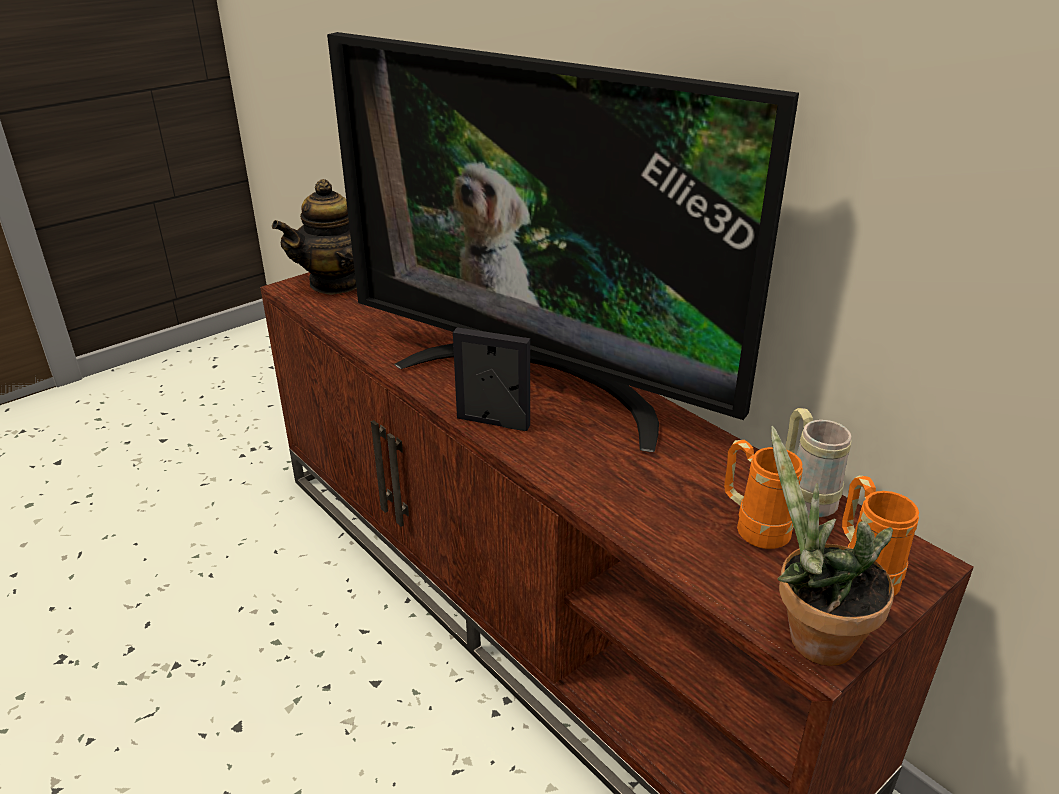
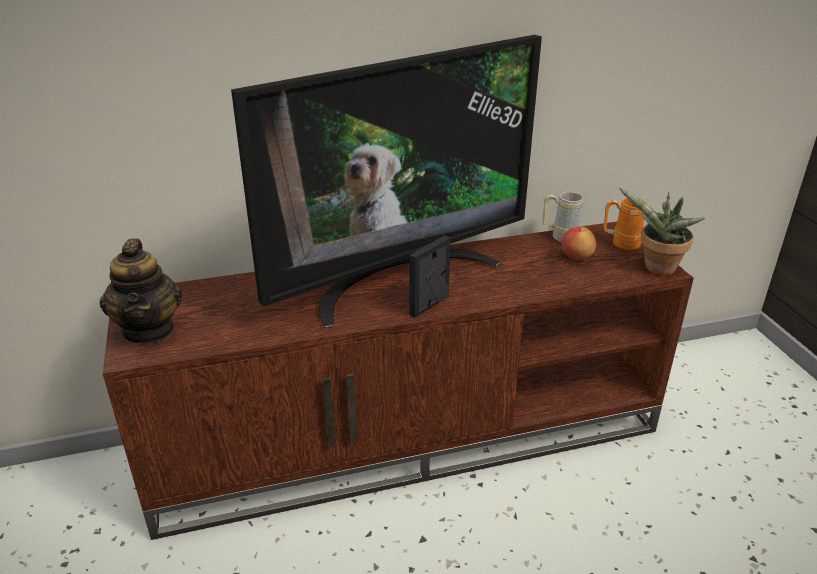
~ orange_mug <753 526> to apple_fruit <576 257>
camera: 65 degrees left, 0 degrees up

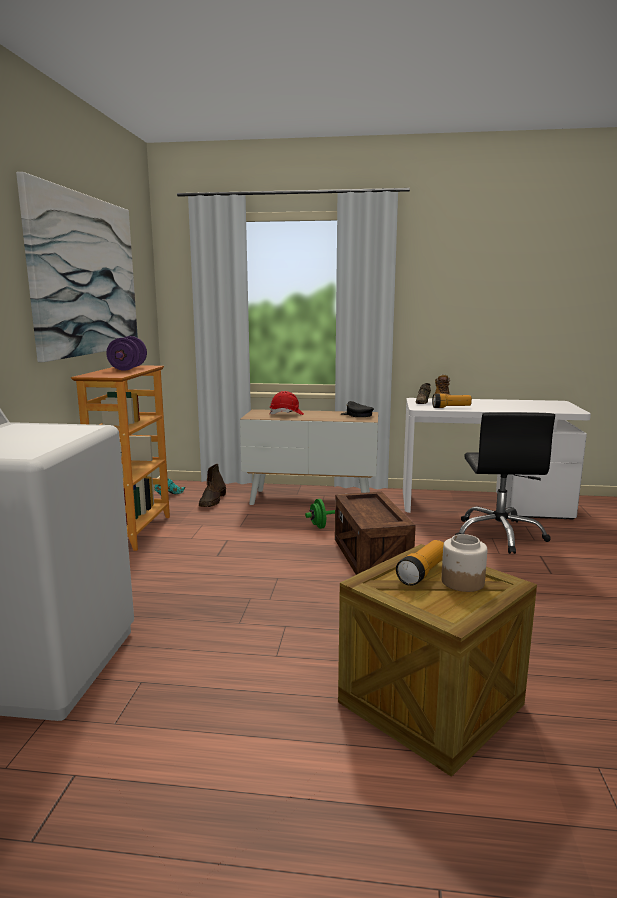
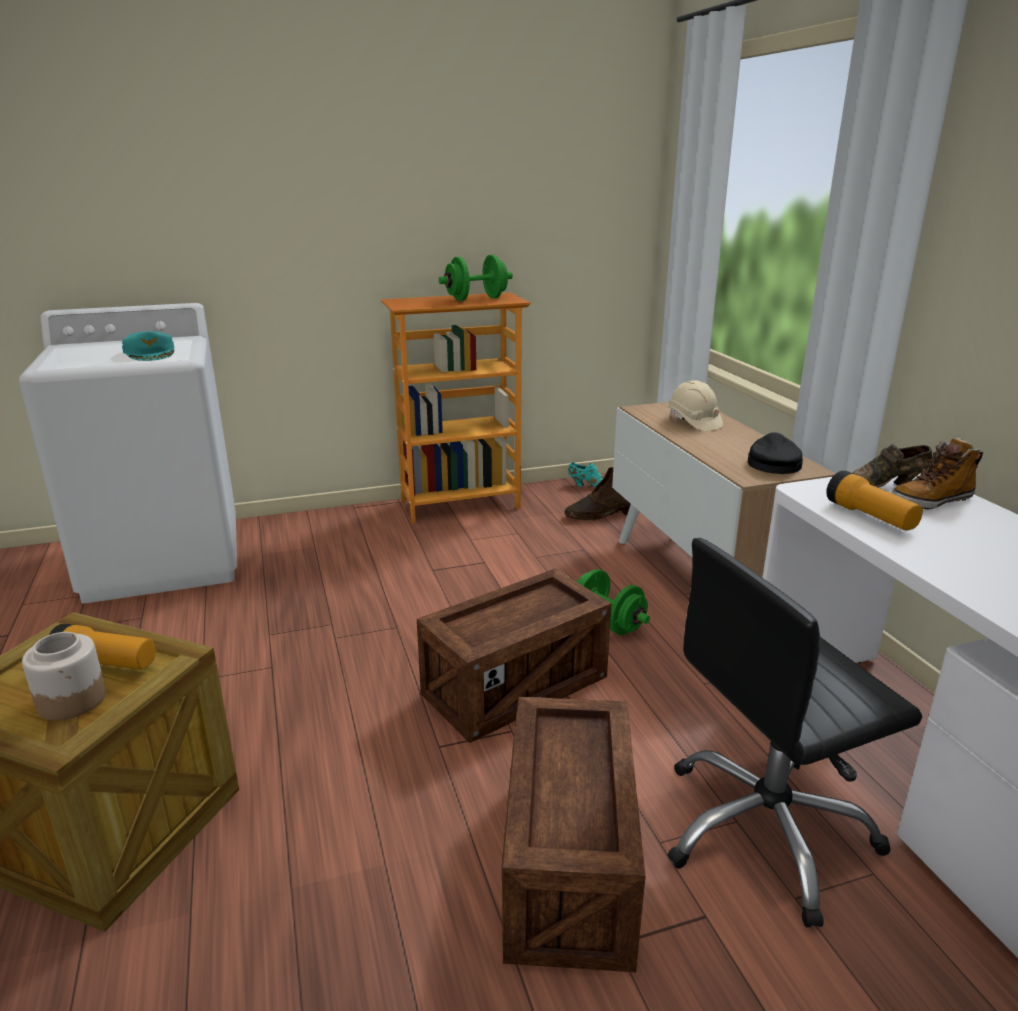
- wall_art <86 275>
+ turquoise_baseball_cap <150 353>
+ packing_crate <569 865>
~ purple-coloured_hand_weight <128 368> to greenish_hand_weight <476 299>
~ red-coloured_work_helmet <286 414> to beige-coloured_work_helmet <693 422>
camera: 65 degrees right, 10 degrees up

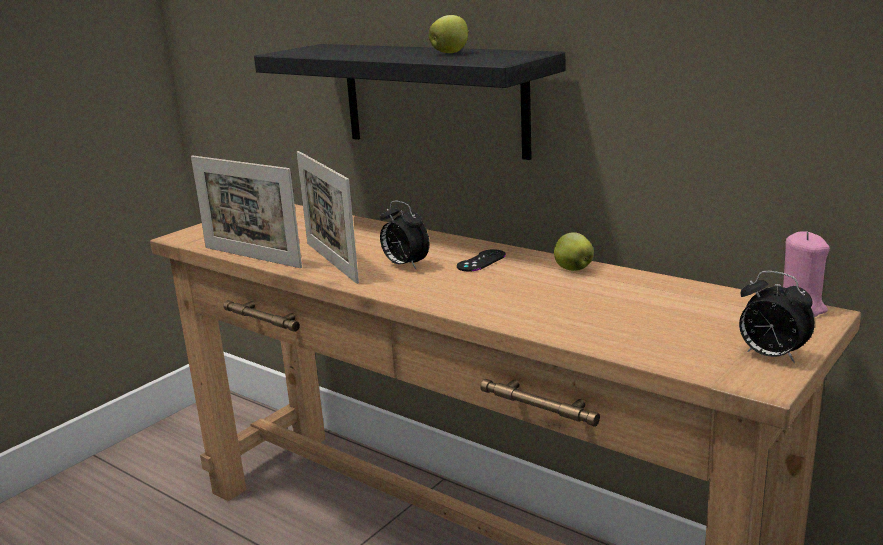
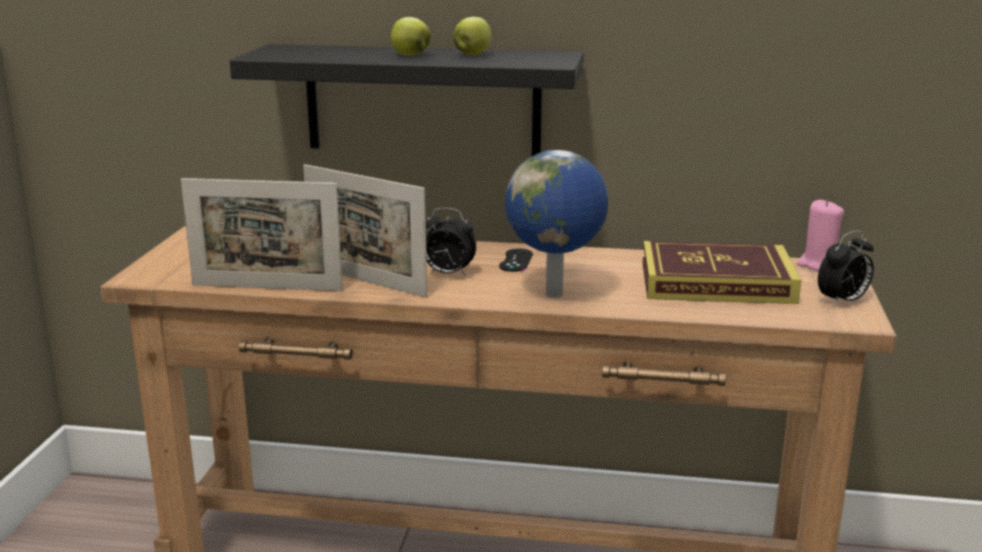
+ desk_globe <556 295>
+ book <716 282>
~ apple_fruit <573 269> to <409 55>
~ bedside_clock <770 356> = <842 302> 45 degrees counterclockwise
camera: 30 degrees left, 0 degrees up

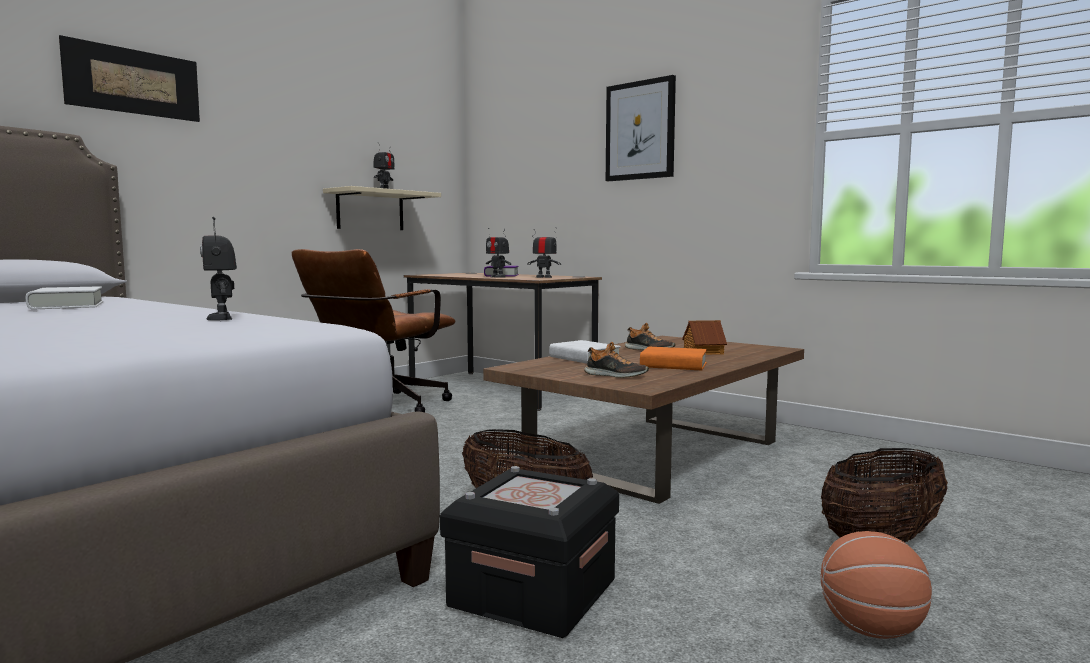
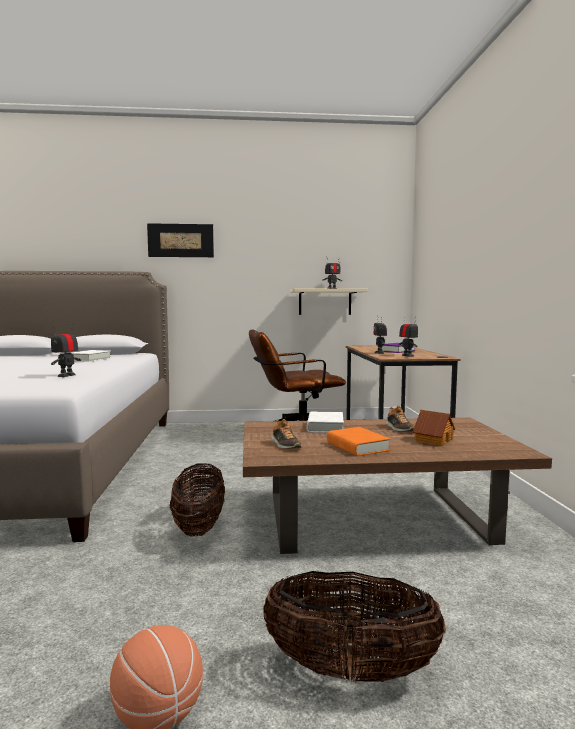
- black-coloured_storage_bin <533 593>
- wall_art <640 130>
camera: 45 degrees right, 0 degrees up

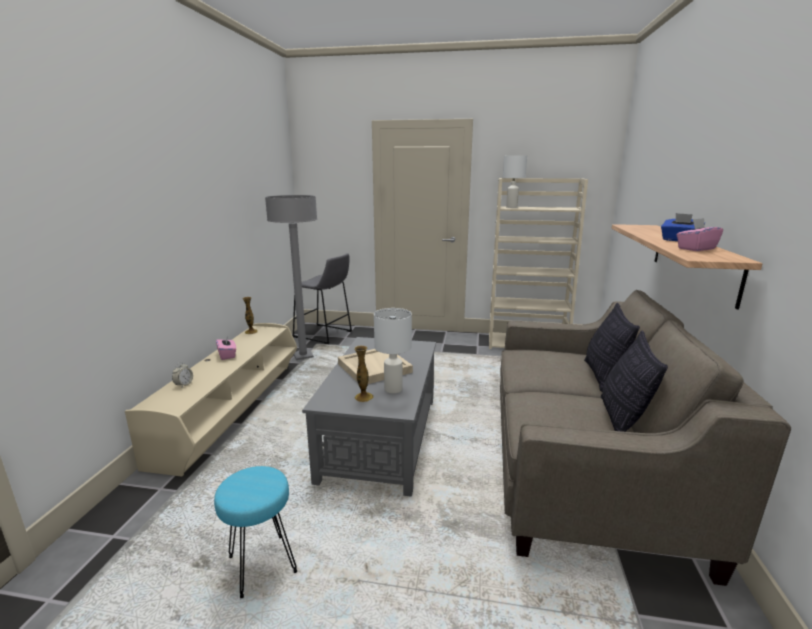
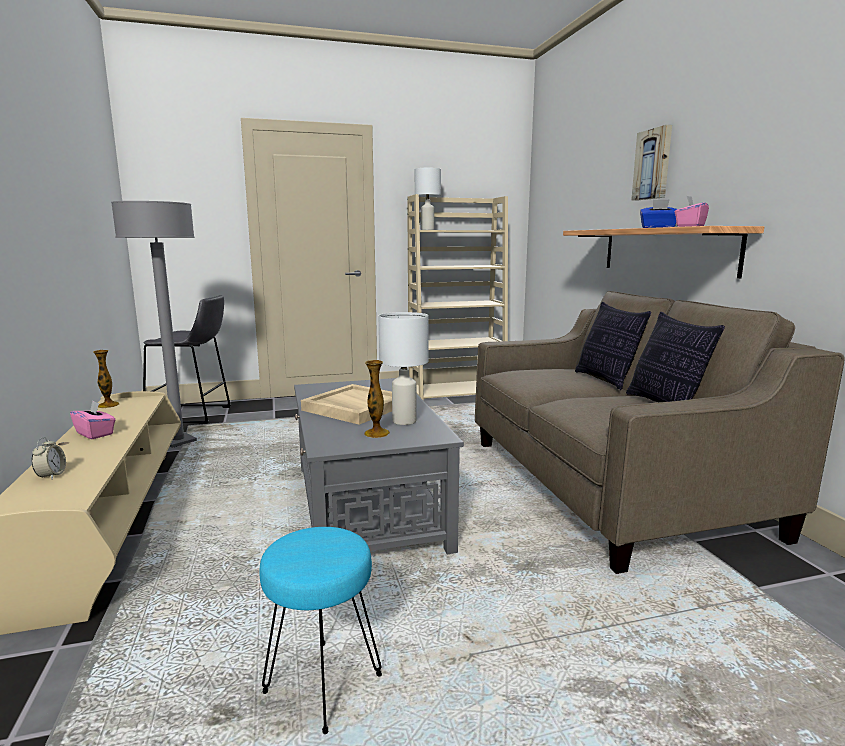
+ wall_art <653 164>
camera: 25 degrees left, 5 degrees down

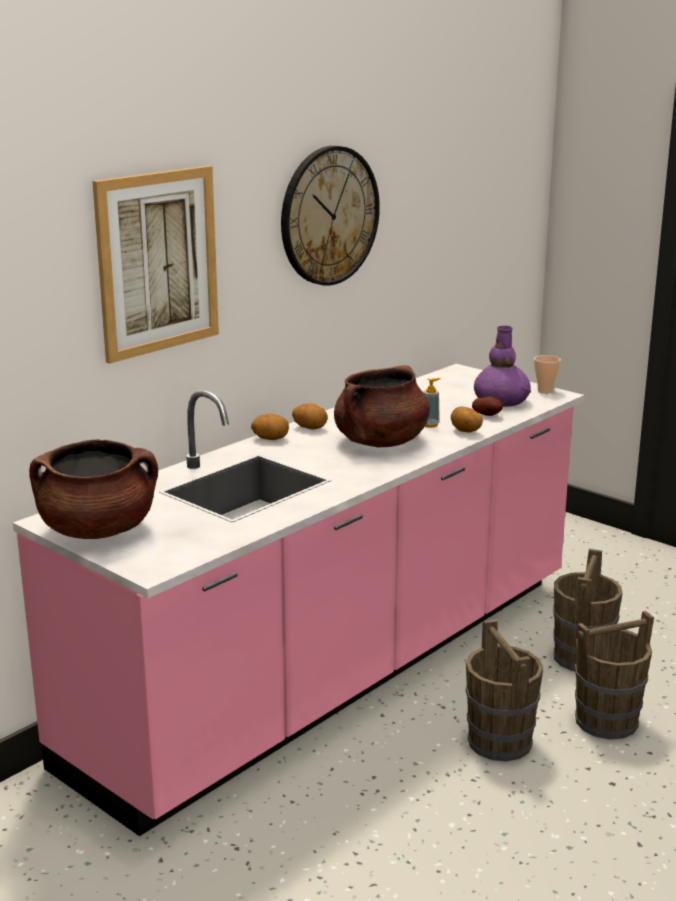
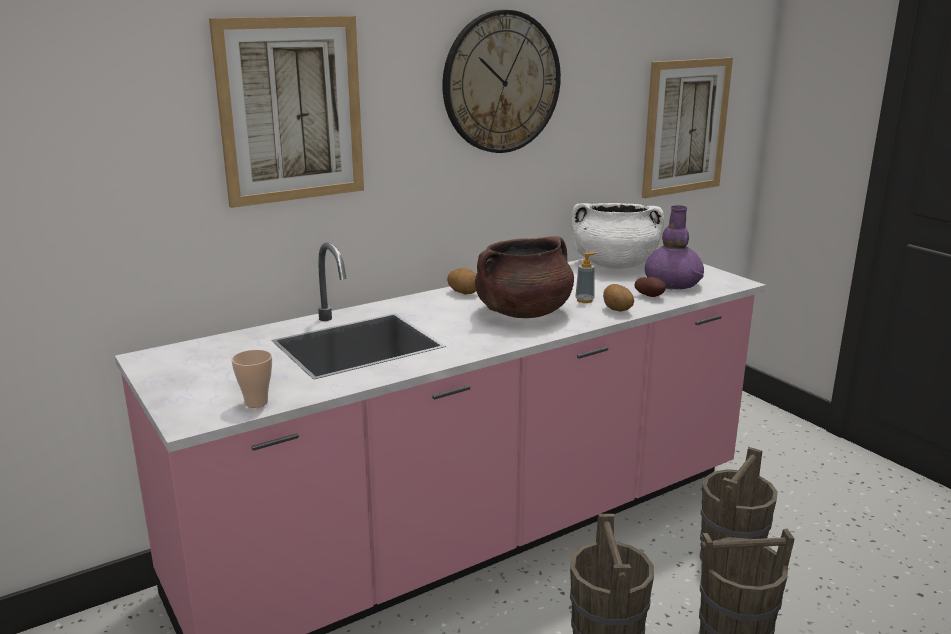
- brownish_stockpot <98 530>
- potato <270 439>
+ white-coloured_stockpot <614 265>
+ wall_art <685 127>
~ small_cup <545 391> to <256 403>
camera: 15 degrees right, 0 degrees up

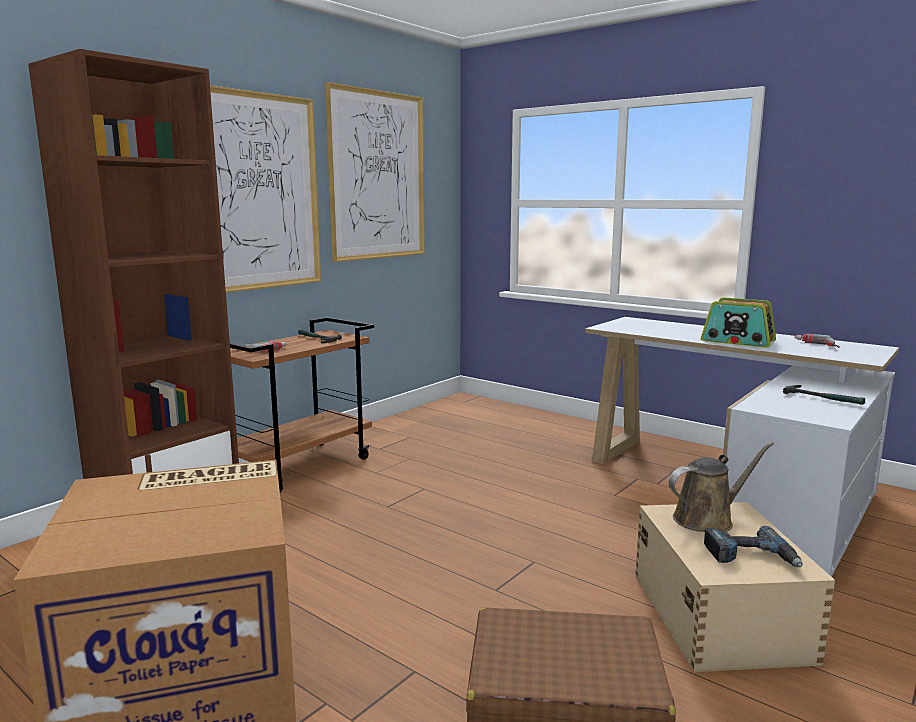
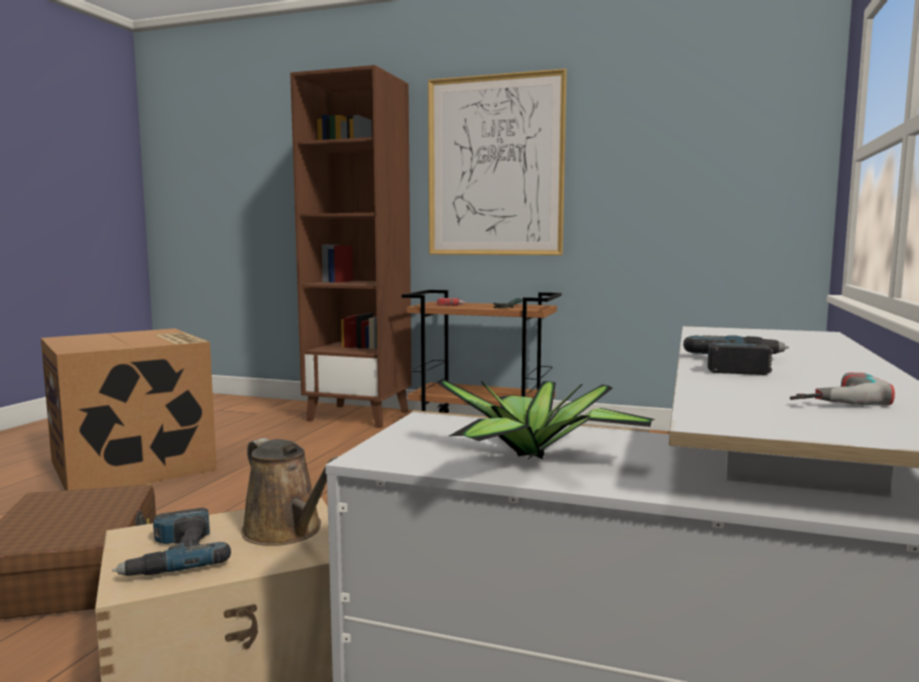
- wall_art <377 176>
~ radio_receiver <737 341> to power_drill <741 364>
~ hammer <823 399> to potted_plant <536 457>
camera: 70 degrees right, 5 degrees down

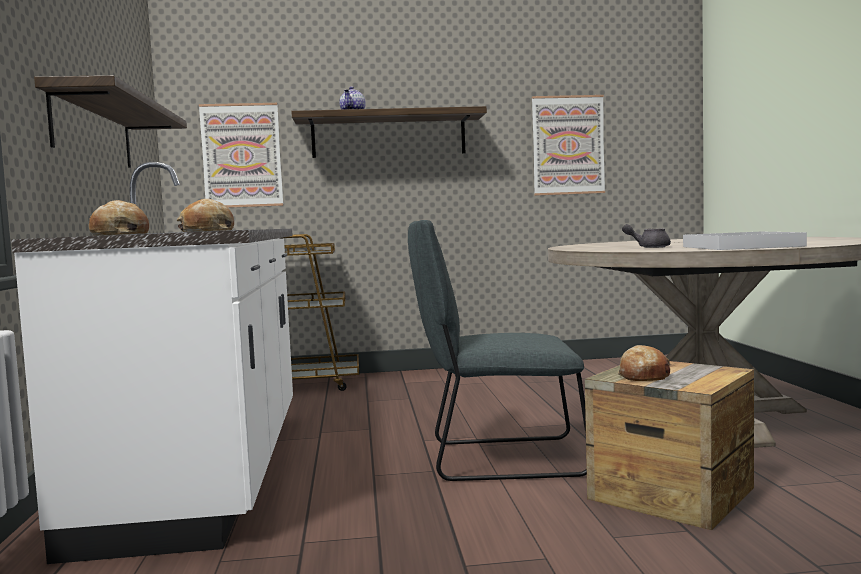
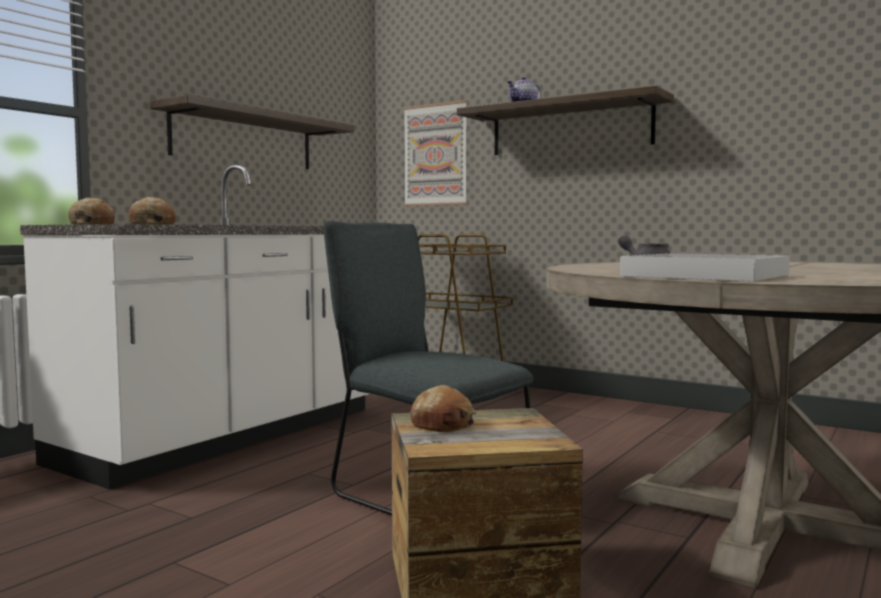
- wall_art <568 145>
camera: 40 degrees right, 0 degrees up

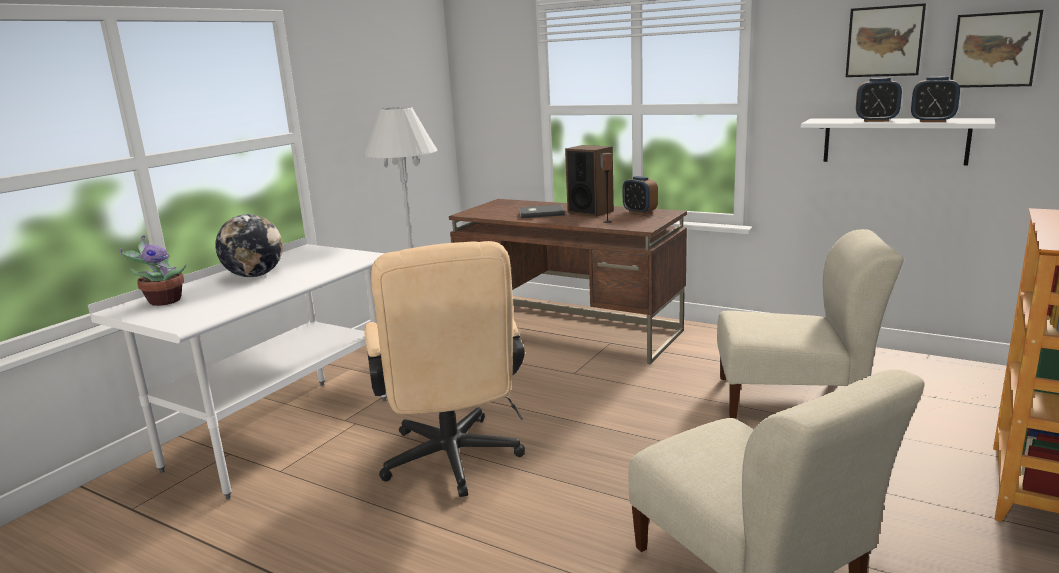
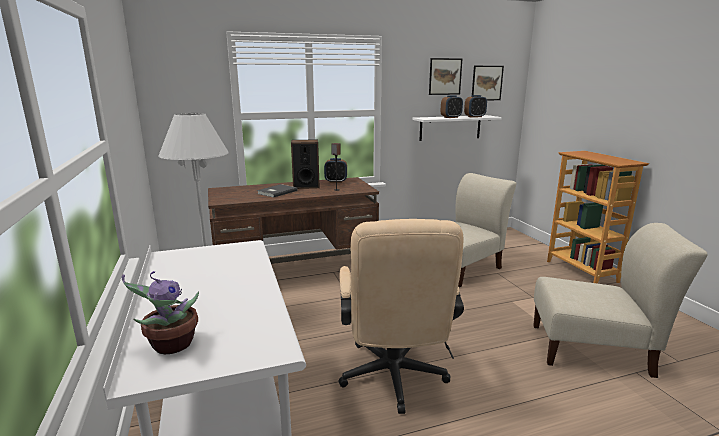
- desk_globe <254 275>
~ beige-coloured_computer_chair <452 464> = <393 380> 60 degrees clockwise
camera: 50 degrees left, 0 degrees up

